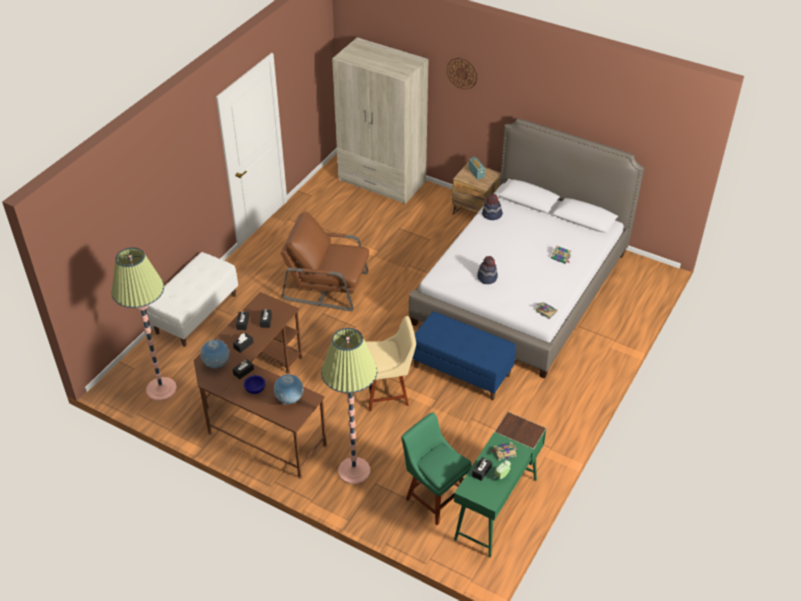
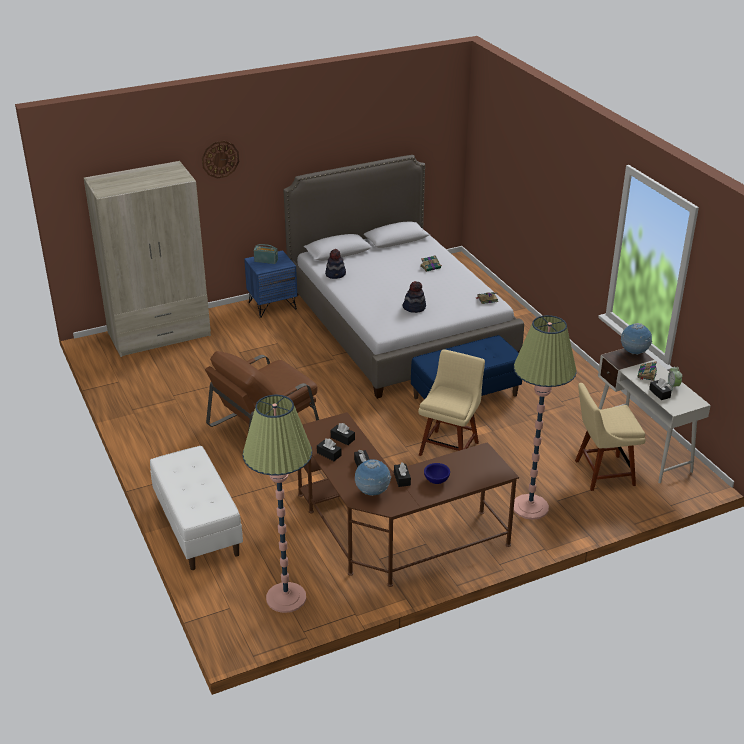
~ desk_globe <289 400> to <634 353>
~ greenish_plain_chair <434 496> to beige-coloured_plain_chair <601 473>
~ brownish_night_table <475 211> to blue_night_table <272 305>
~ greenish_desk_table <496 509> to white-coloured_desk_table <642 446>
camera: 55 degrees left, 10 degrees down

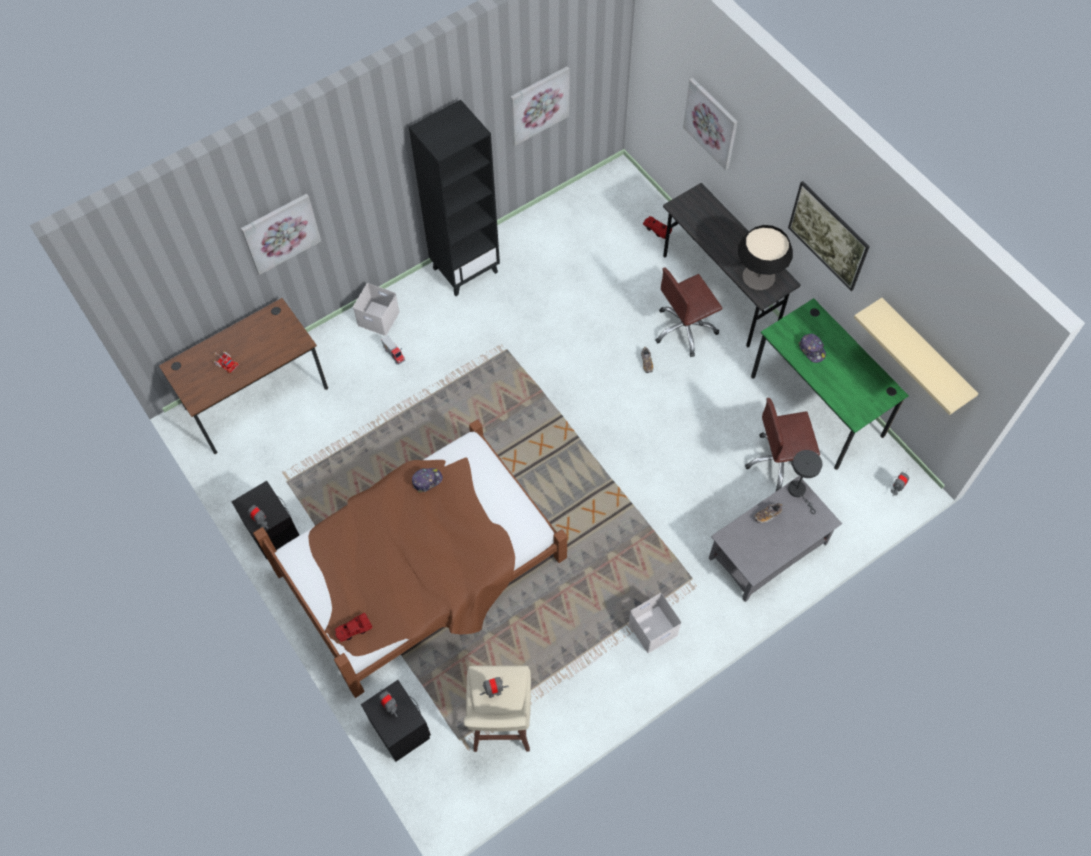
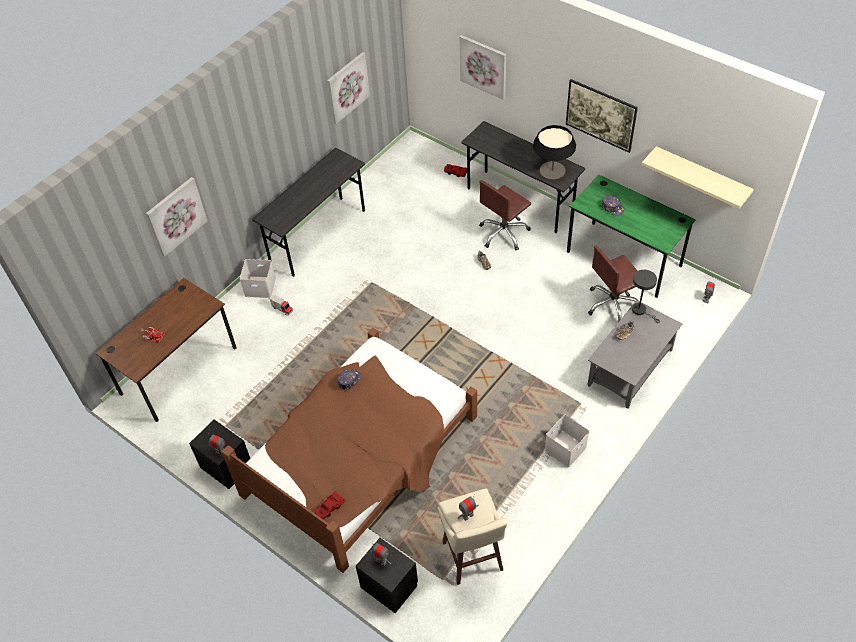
~ black-coloured_bookcase <465 269> to gray_desk_table <318 235>
camera: 15 degrees left, 10 degrees down

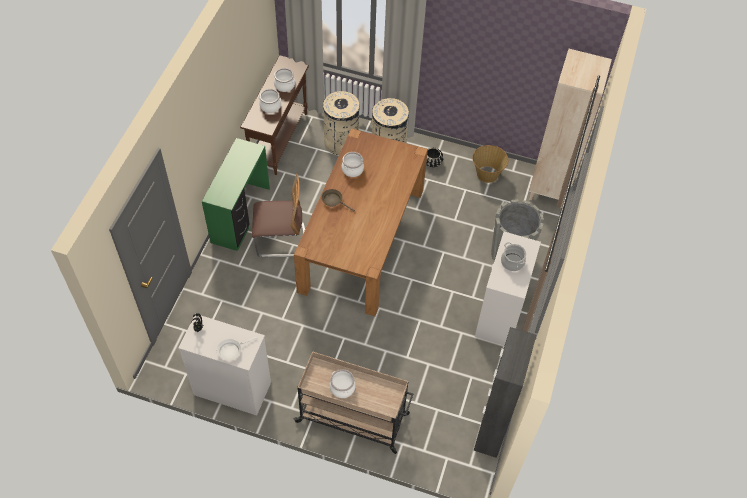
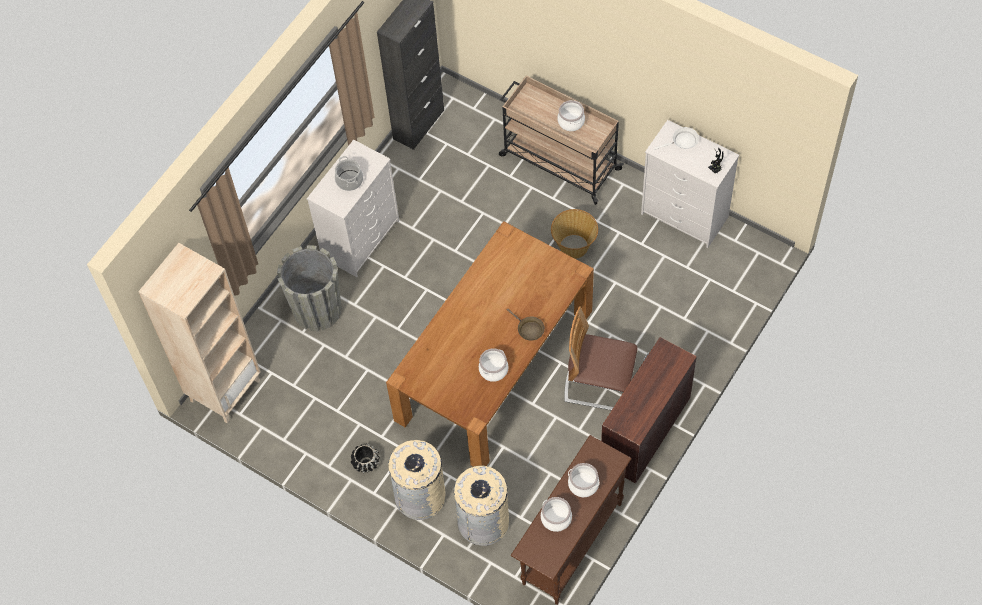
~ storage_basket <487 174> to <574 246>
~ greenish_desk_table <241 215> to brownish_desk_table <644 430>
camera: 160 degrees left, 5 degrees up

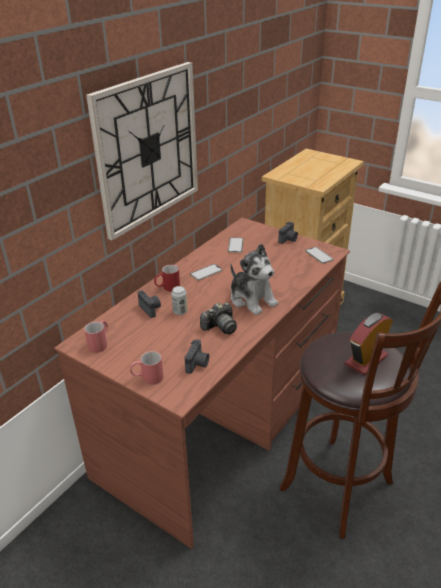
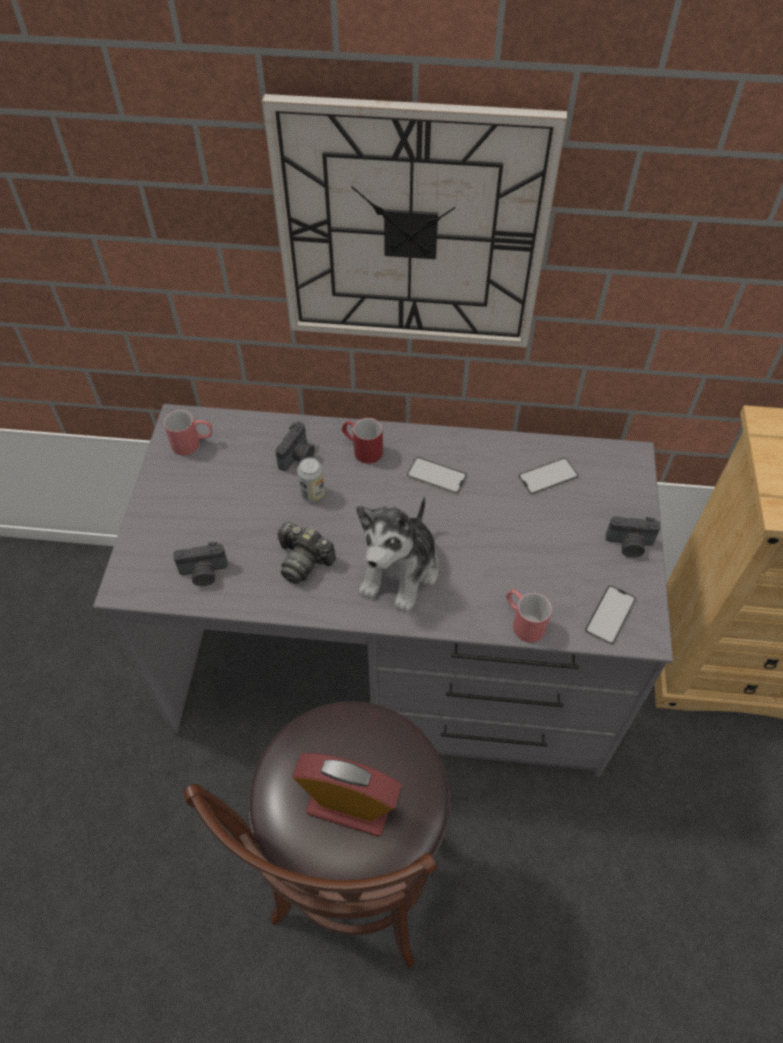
~ red-coloured_mug <147 378> to <523 621>
~ brownish_desk_table <222 420> to gray_desk_table <393 664>
camera: 60 degrees right, 20 degrees up

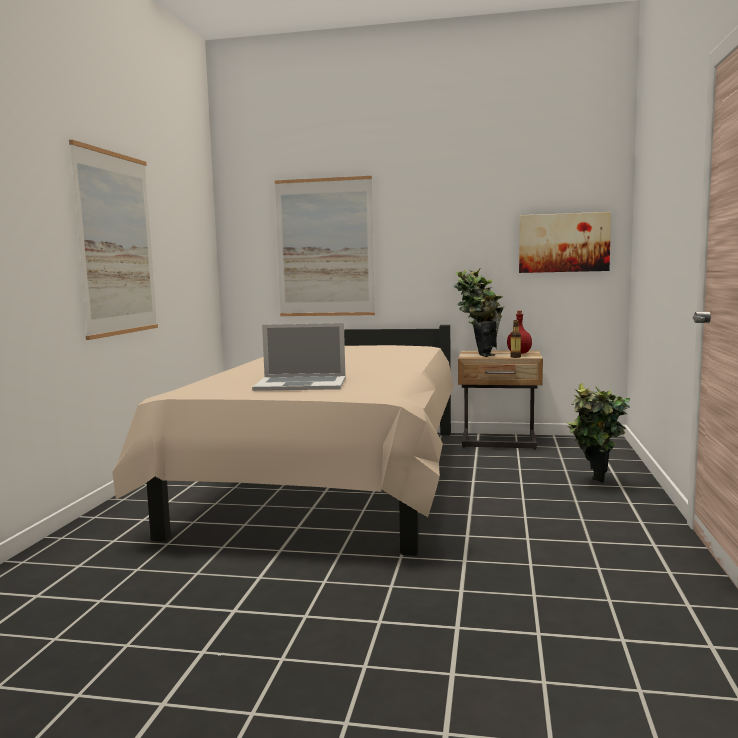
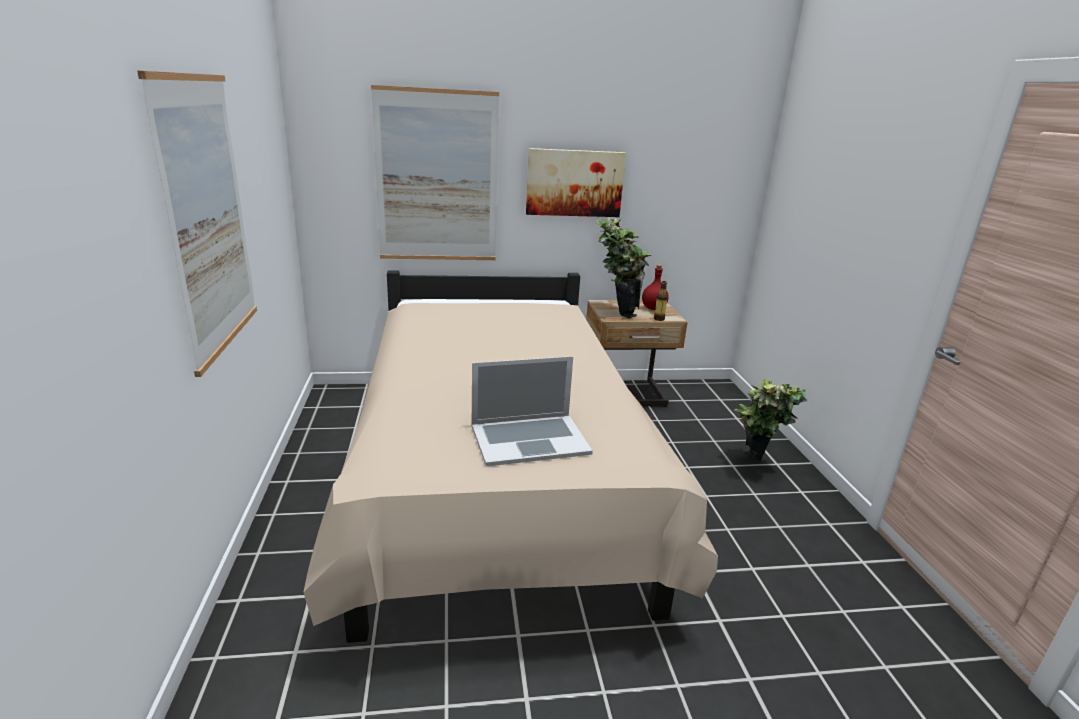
~ wall_art <563 243> to <574 183>
camera: 20 degrees left, 15 degrees up

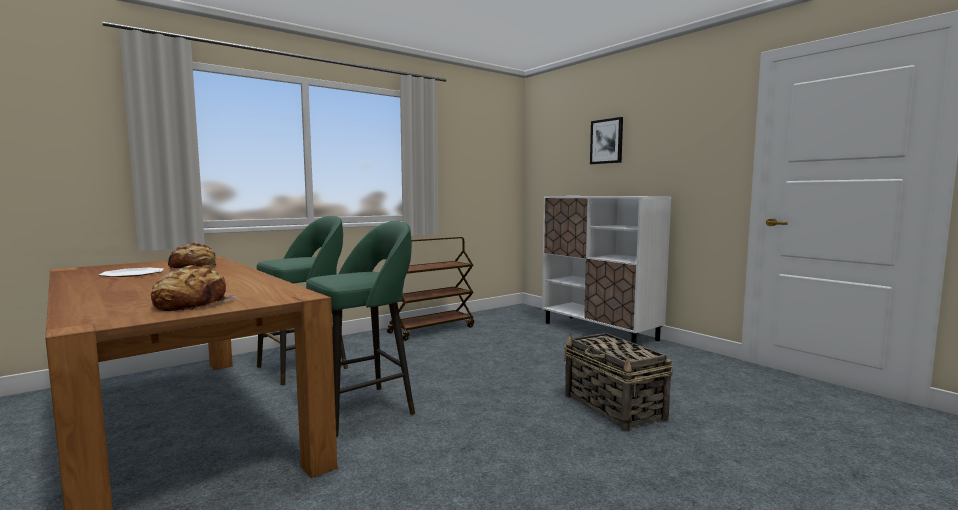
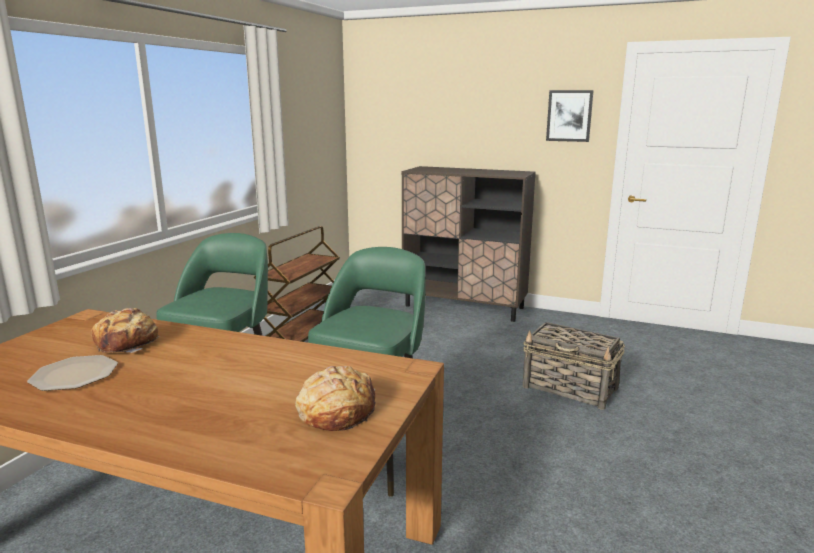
~ wall_art <606 141> to <569 116>
~ white-coloured_cabinet <599 331> to brownish_cabinet <464 307>
camera: 30 degrees left, 10 degrees up

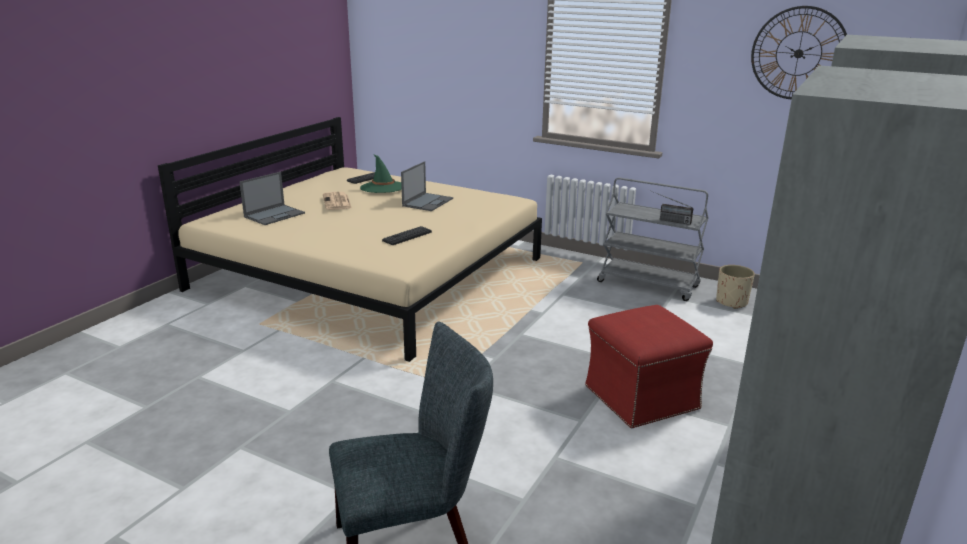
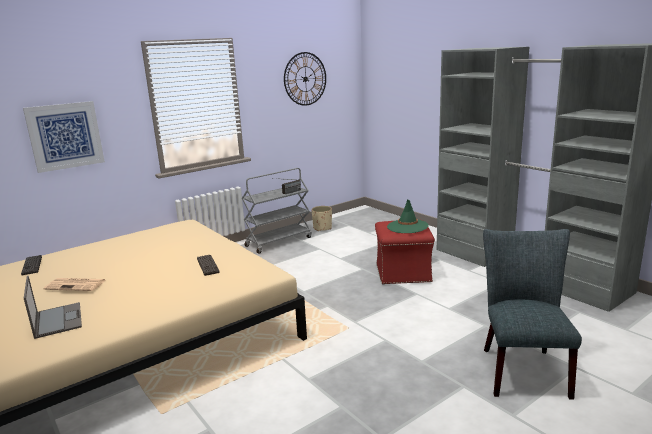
- laptop <428 202>
+ wall_art <65 136>
~ greenish_wearable_hat <383 187> to <407 226>
camera: 65 degrees left, 5 degrees down

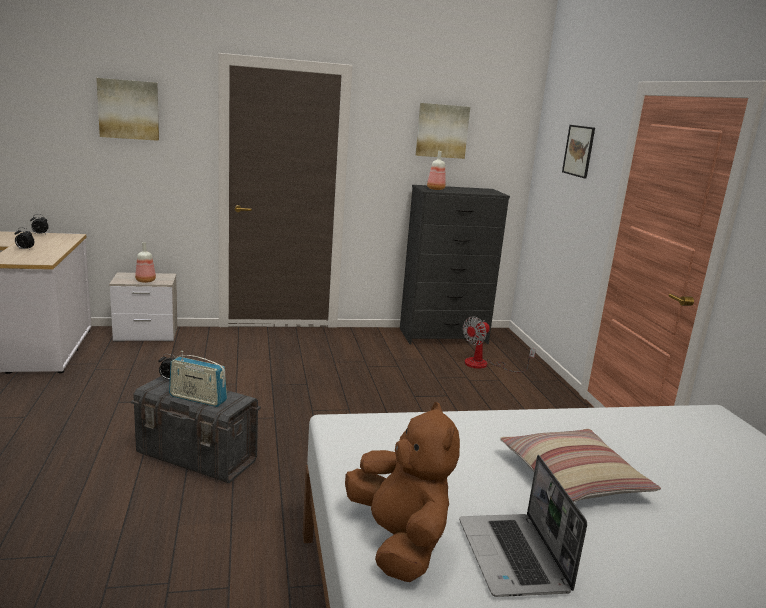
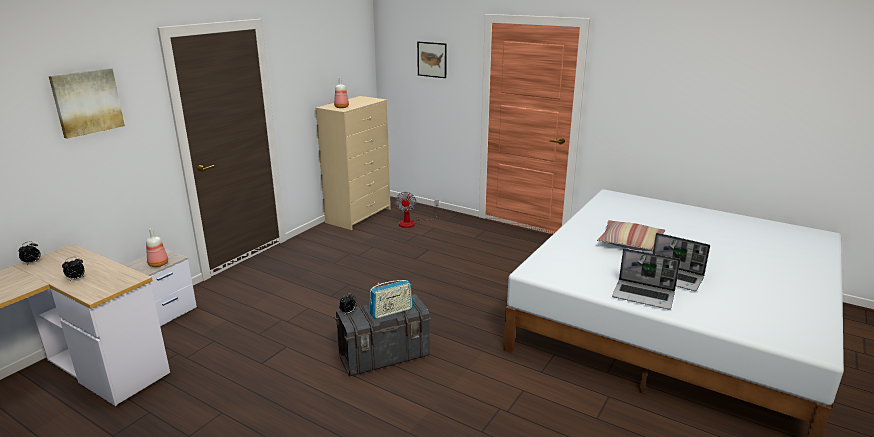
- wall_art <442 131>
~ brownish_cuddly_toy <399 541> to laptop <644 295>
~ black-coloured_dresser <444 336> to beige-coloured_dresser <359 215>
camera: 45 degrees left, 5 degrees up

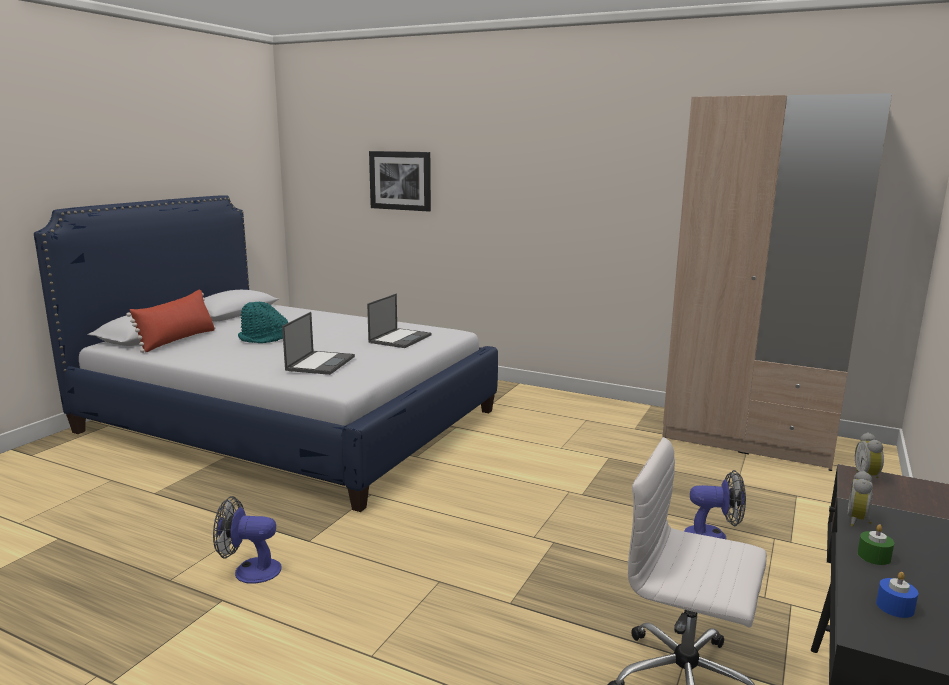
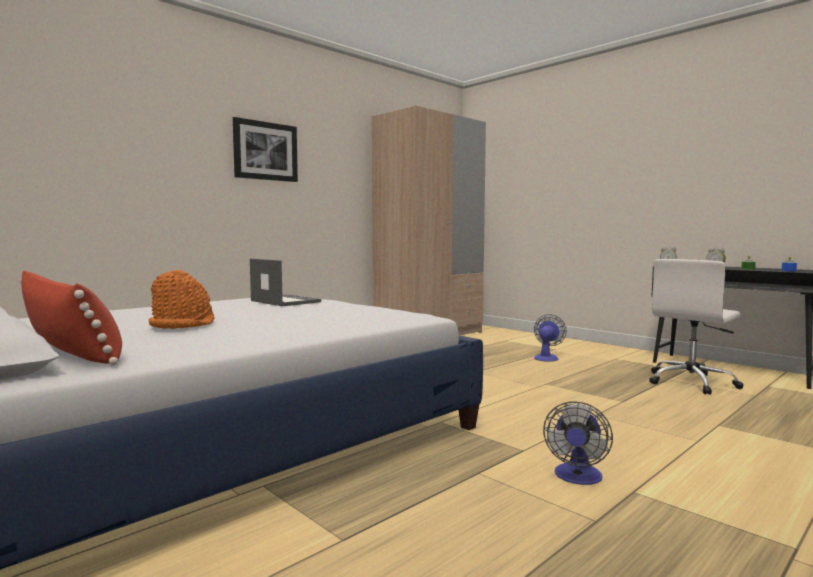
- laptop <320 363>
~ wall_art <400 180> to <265 151>
~ turquoise_wearable_hat <264 339> to orange_wearable_hat <183 325>
camera: 70 degrees left, 10 degrees down

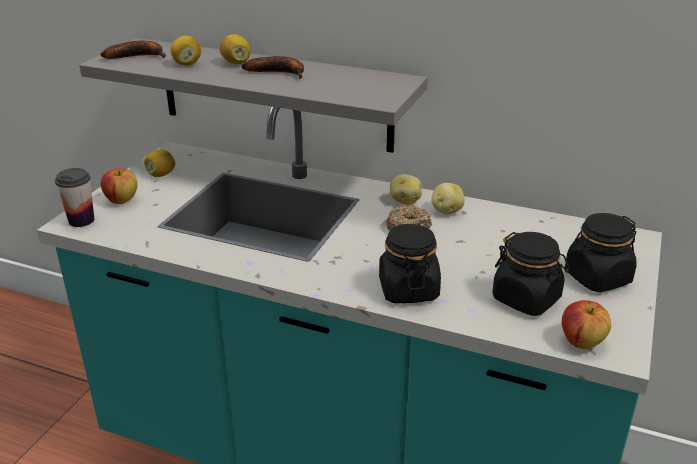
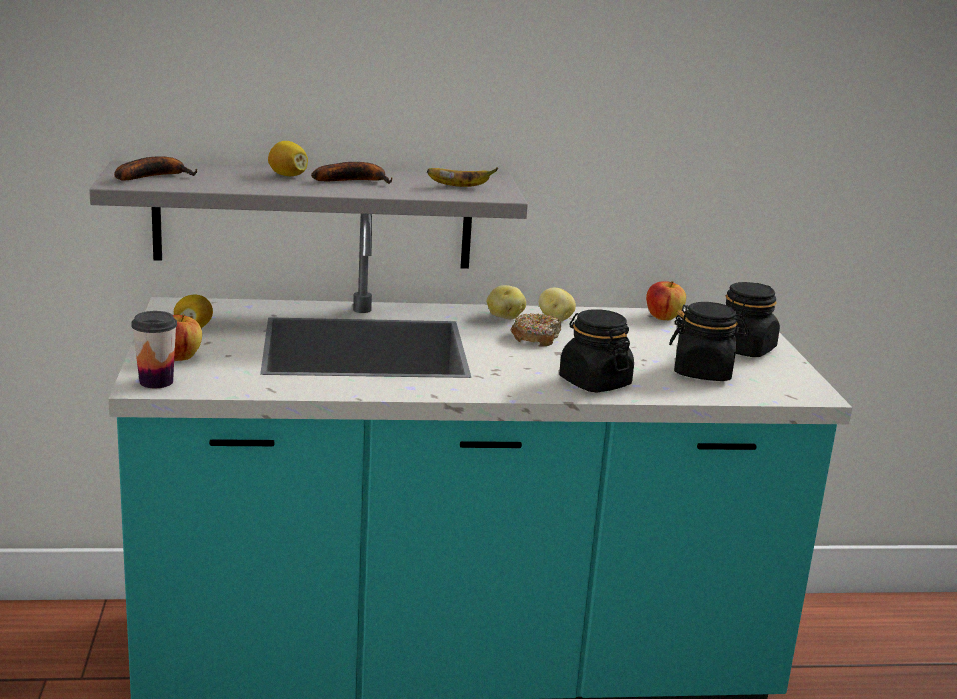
- citrus_fruit <187 64>
+ whole_banana <460 187>
~ apple_fruit <581 341> to <663 317>
camera: 30 degrees left, 10 degrees down

